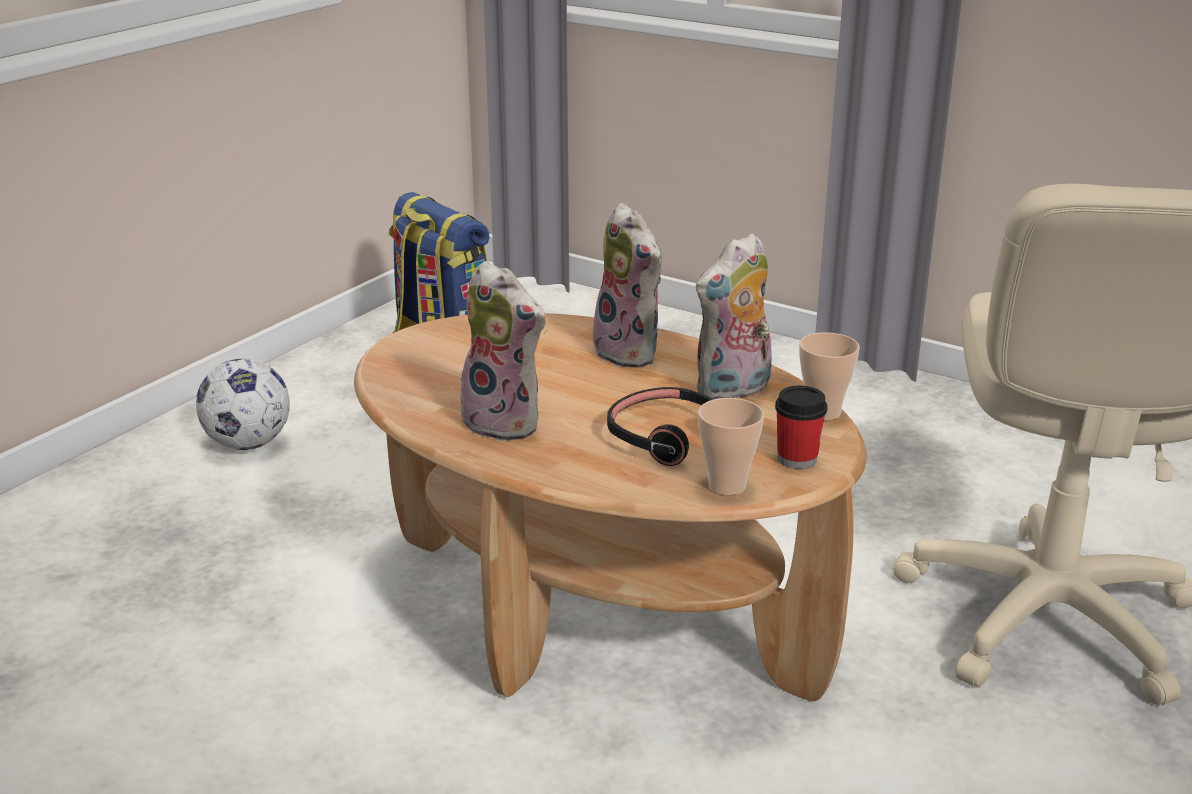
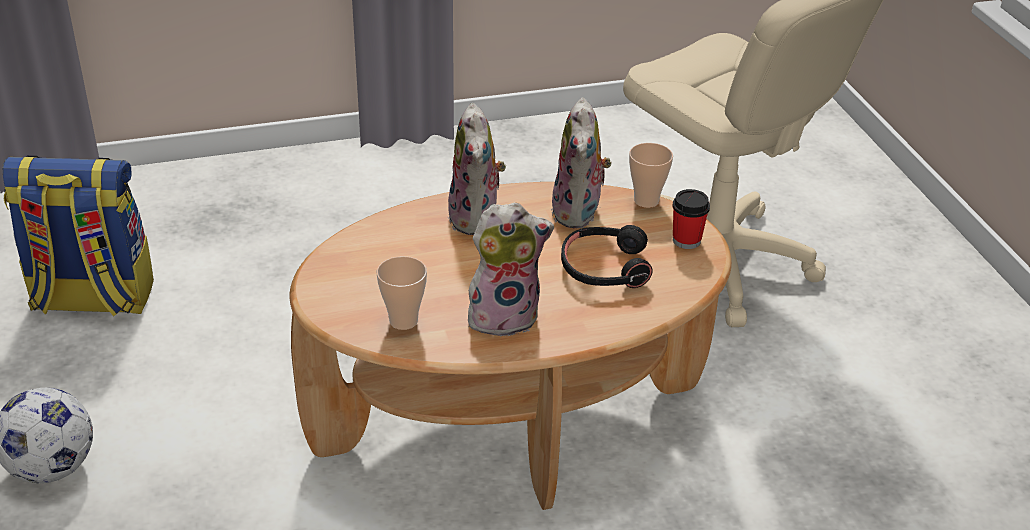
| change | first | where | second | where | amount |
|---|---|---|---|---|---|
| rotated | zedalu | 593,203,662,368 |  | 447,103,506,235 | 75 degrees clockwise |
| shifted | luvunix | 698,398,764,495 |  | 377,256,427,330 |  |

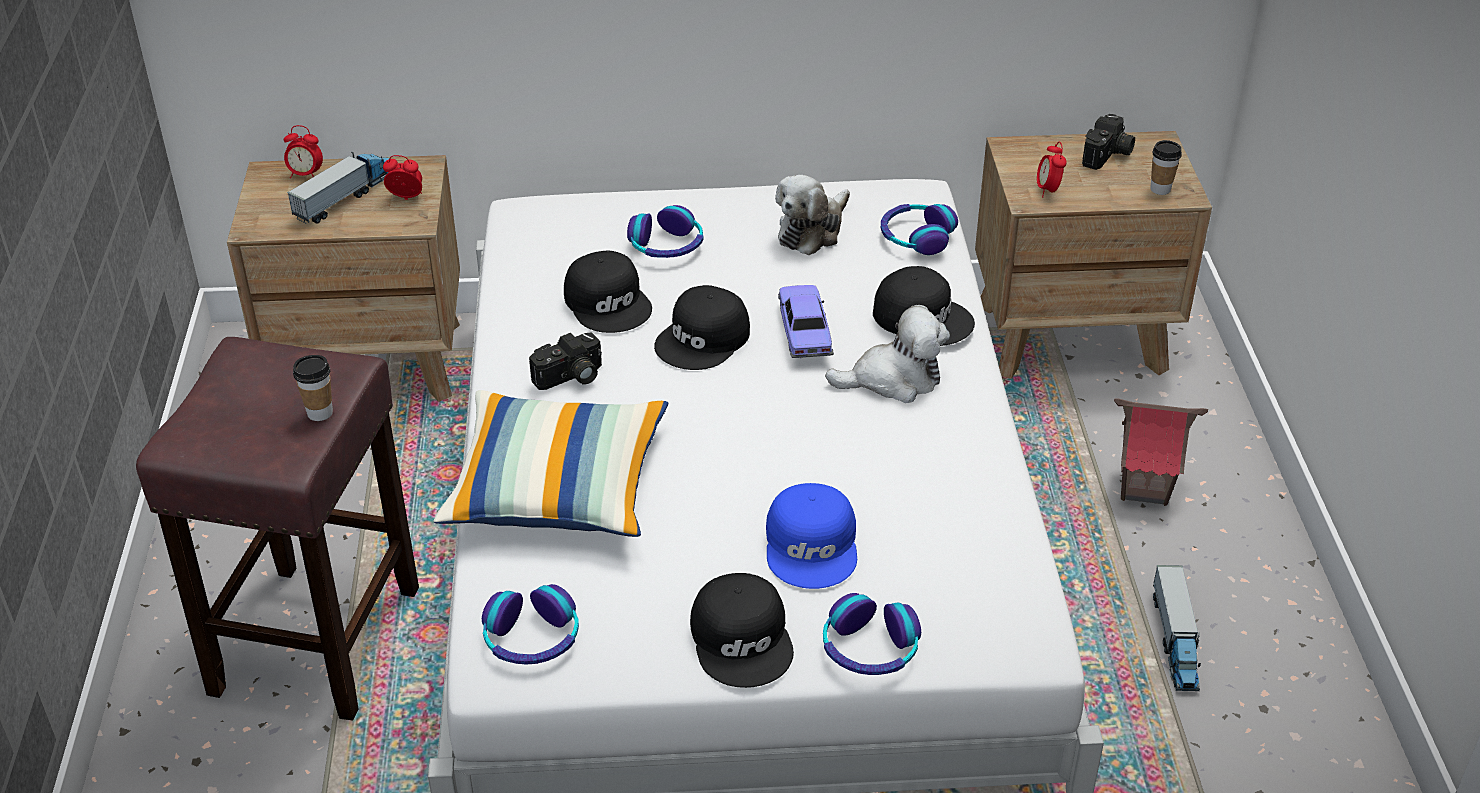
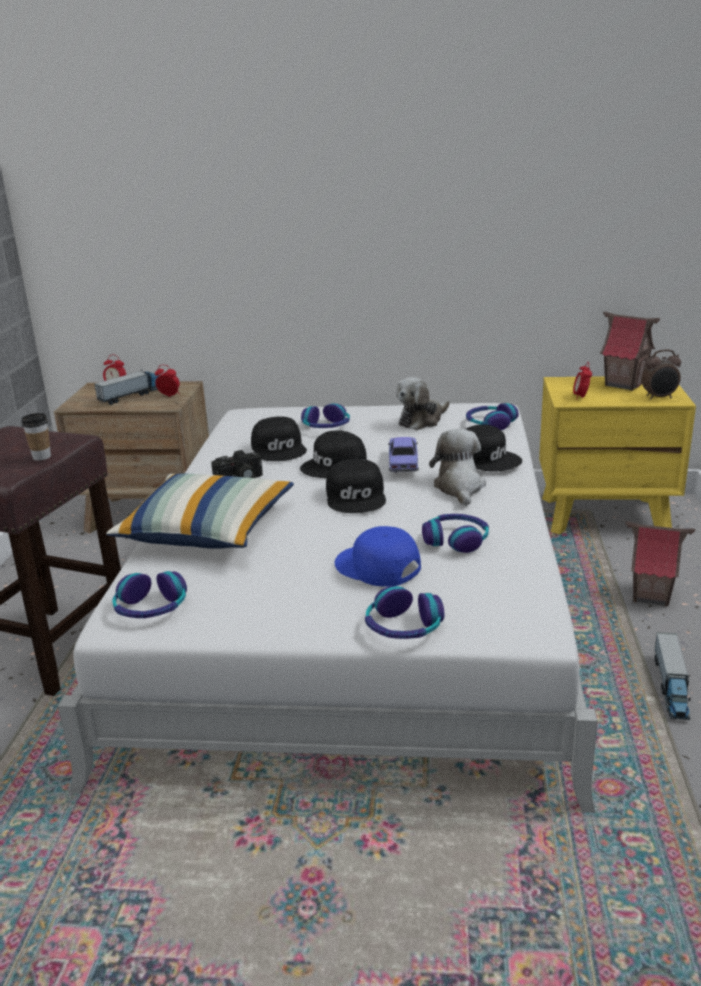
| change | first | where | second | where | amount |
|---|---|---|---|---|---|
| swapped | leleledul | 1082,114,1135,170 | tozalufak | 600,312,660,391 |  |
| repainted | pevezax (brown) | 975,131,1212,379 | pevezax (yellow) | 539,376,696,534 |  |
| swapped | luvunix | 1150,140,1182,195 | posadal | 642,349,681,400 |  |
| rotated | zedalu | 825,305,950,403 |  | 429,429,486,506 | 90 degrees counterclockwise |
| rotated | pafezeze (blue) | 766,483,857,589 |  | 335,526,421,587 | 120 degrees clockwise |
| shifted | pafezeze (black) | 690,573,794,688 |  | 326,459,386,513 |  |
| new |  |  | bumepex | 422,514,489,553 |  |

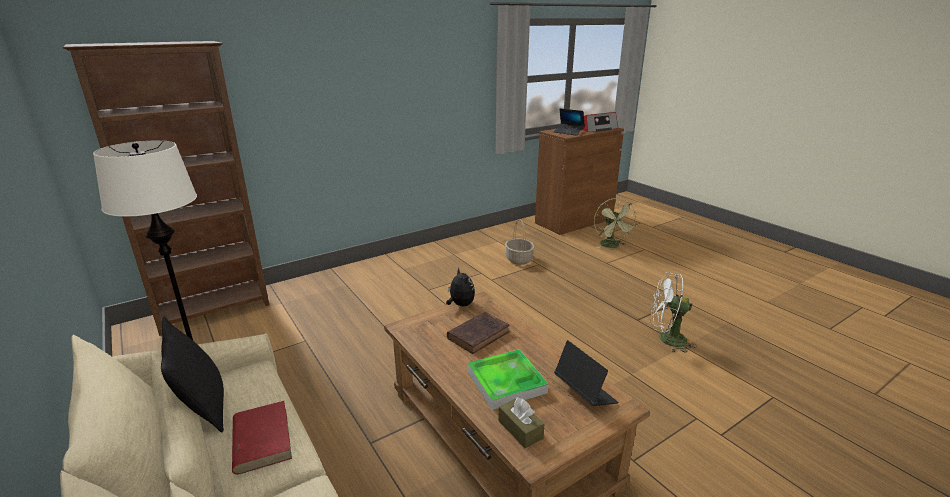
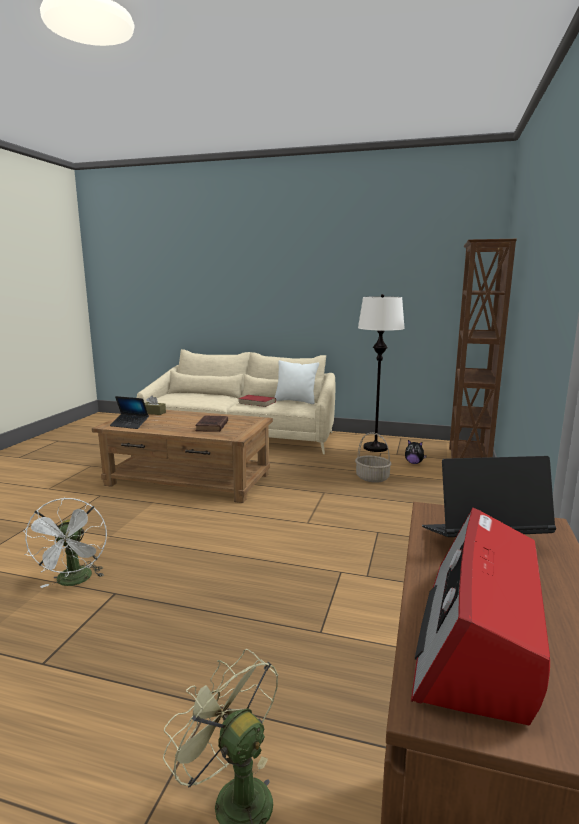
| change | first | where | second | where | amount |
|---|---|---|---|---|---|
| shifted | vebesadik | 505,219,535,265 |  | 355,432,391,483 |  |
| shifted | zedalu | 446,268,475,306 |  | 405,440,427,464 |  |
| rotated | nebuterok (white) | 650,272,697,353 |  | 23,497,107,588 | 105 degrees clockwise |
| repainted | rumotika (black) | 161,317,224,433 | rumotika (white) | 274,360,319,404 |  |
| gone | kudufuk | 467,349,548,410 |  |  |  |

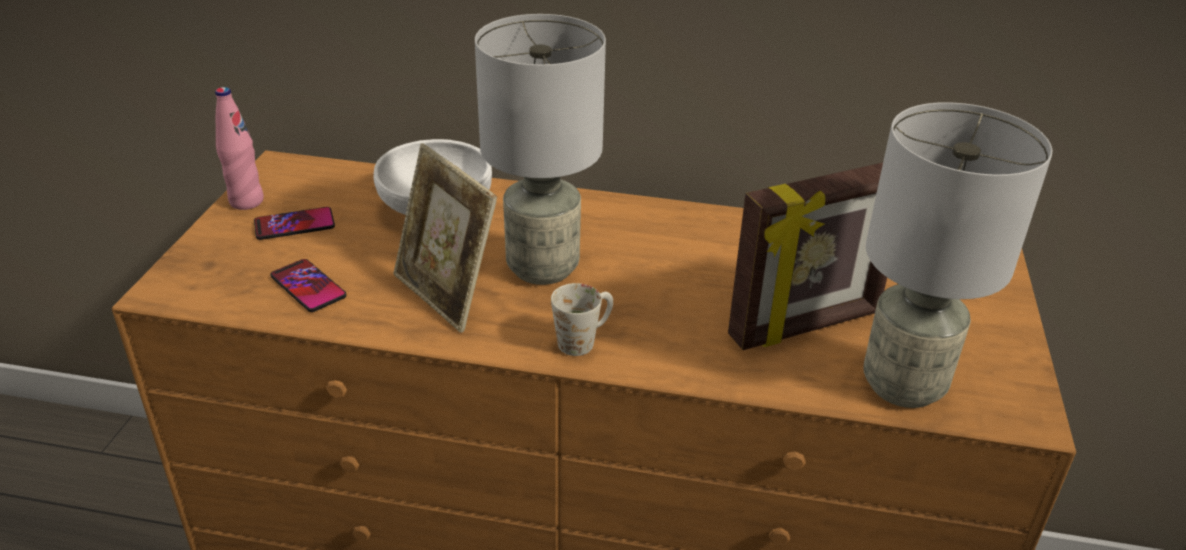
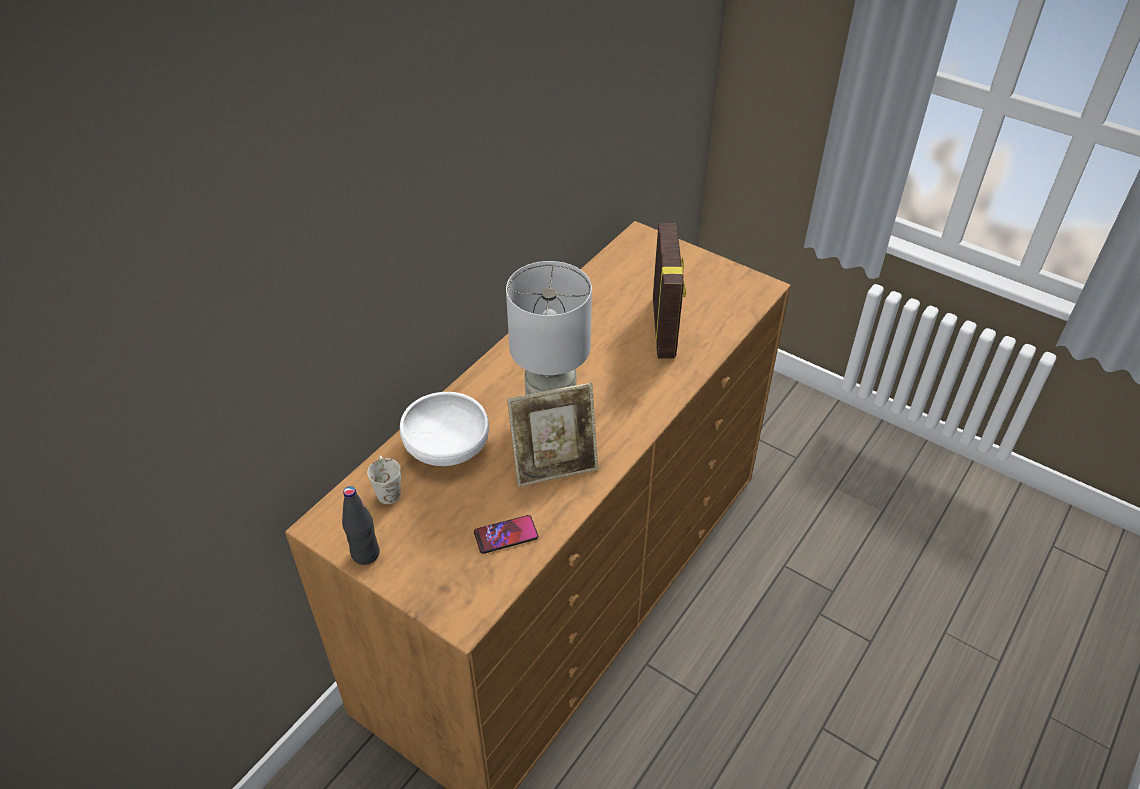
| change | first | where | second | where | amount |
|---|---|---|---|---|---|
| repainted | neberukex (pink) | 215,87,264,210 | neberukex (black) | 342,486,380,565 |  |
| gone | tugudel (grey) | 864,102,1052,408 |  |  |  |
| gone | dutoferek | 254,207,335,240 |  |  |  |
| shifted | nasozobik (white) | 551,283,613,356 |  | 367,456,401,504 |  |

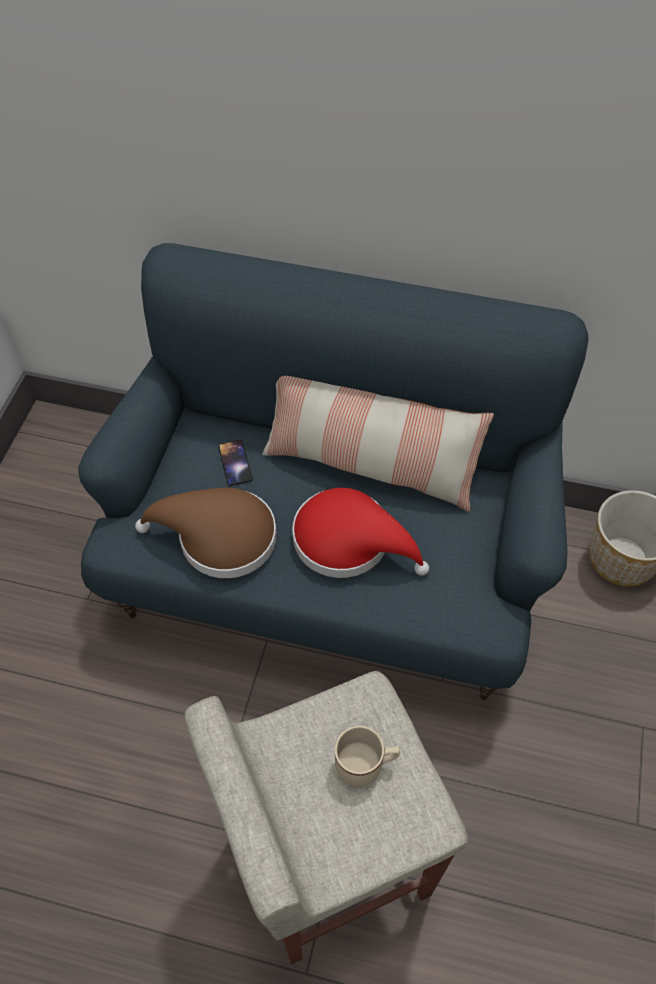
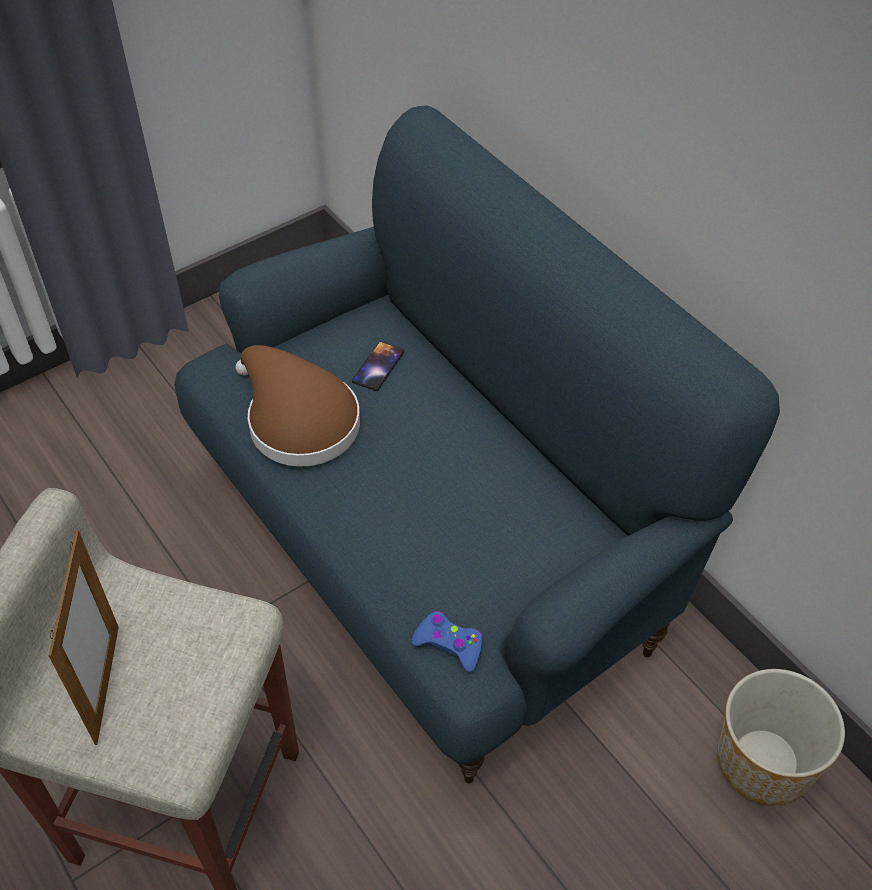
| change | first | where | second | where | amount |
|---|---|---|---|---|---|
| gone | rumotika | 262,376,494,512 |  |  |  |
| gone | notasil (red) | 293,488,429,578 |  |  |  |
| gone | nasozobik (beige) | 335,726,400,787 |  |  |  |
| new |  |  | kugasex | 49,530,119,745 |  |
| new |  |  | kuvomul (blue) | 412,611,483,672 |  |

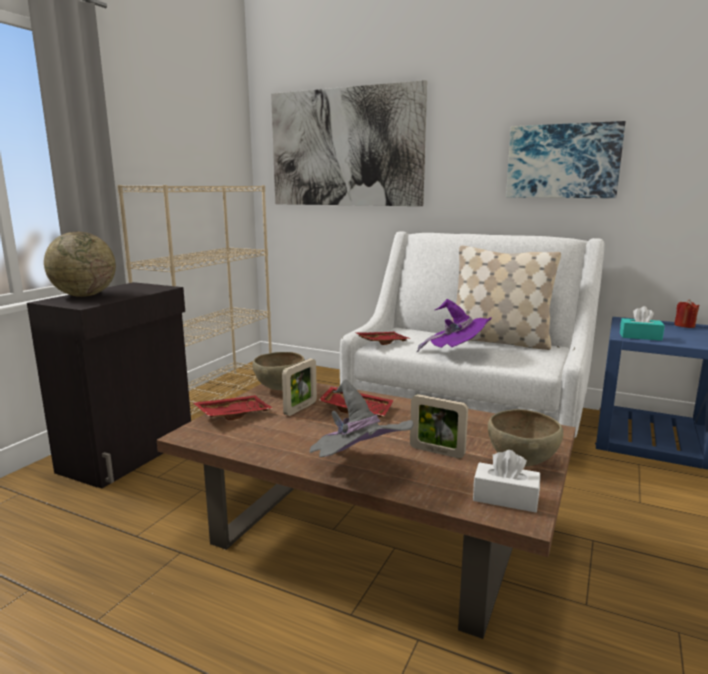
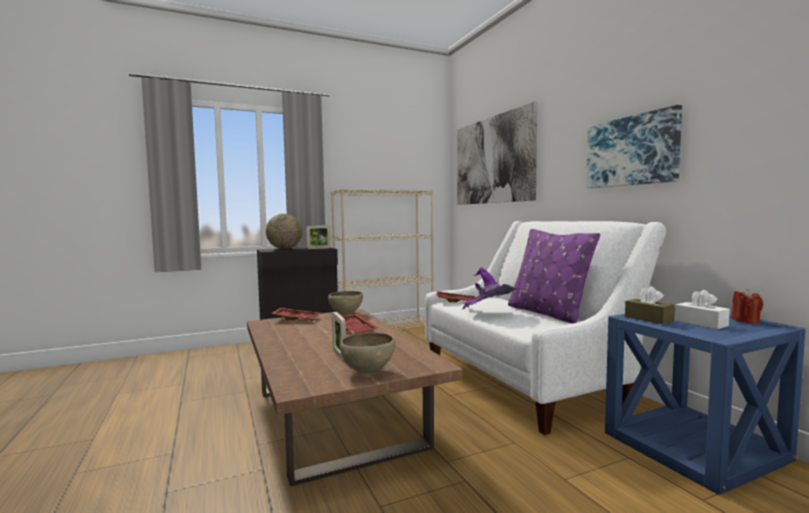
| change | first | where | second | where | amount |
|---|---|---|---|---|---|
| repainted | rumotika (beige) | 451,246,561,350 | rumotika (purple) | 508,229,600,323 |  |
| repainted | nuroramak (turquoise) | 620,306,665,341 | nuroramak (brown) | 625,286,675,324 |  |
| shifted | kugasex | 282,358,317,416 |  | 306,225,331,249 |  |
| gone | notasil (grey) | 309,380,413,457 |  |  |  |
| shifted | nuroramak (white) | 473,450,540,513 |  | 675,290,730,329 |  |

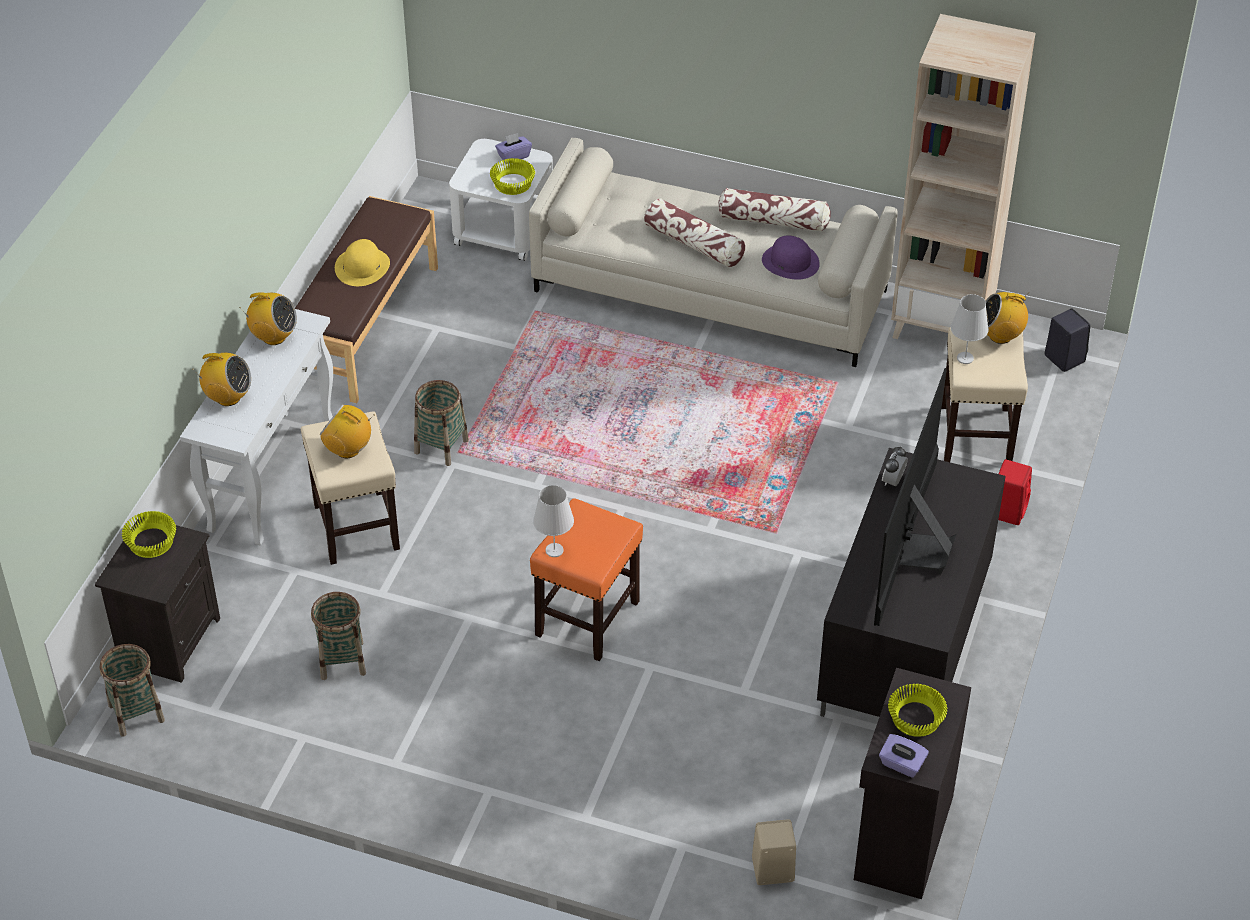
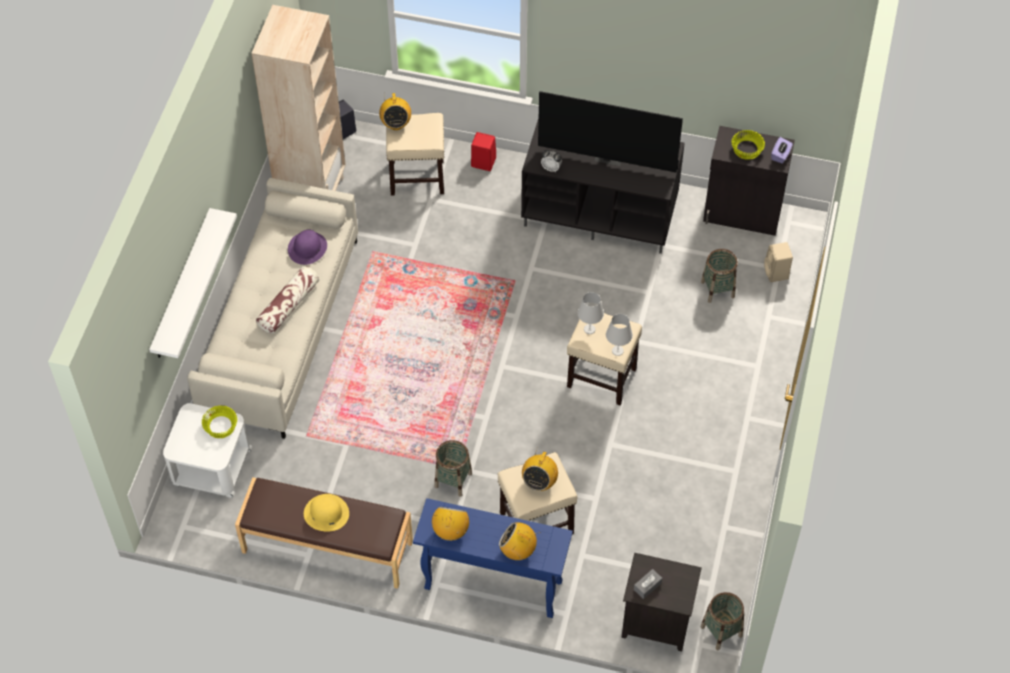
| change | first | where | second | where | amount |
|---|---|---|---|---|---|
| gone | nuroramak (purple) | 495,133,532,164 |  |  |  |
| gone | rumotika | 718,188,830,232 |  |  |  |
| shifted | tugudel (white) | 951,294,989,364 |  | 578,292,604,334 |  |
| repainted | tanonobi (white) | 180,309,333,545 | tanonobi (blue) | 413,498,573,618 |  |
| rotated | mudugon | 192,353,251,406 |  | 499,522,541,560 | 75 degrees counterclockwise |
| repainted | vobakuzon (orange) | 530,498,643,661 | vobakuzon (beige) | 567,313,642,405 |  |
| swapped | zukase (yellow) | 122,511,176,558 | nuroramak (grey) | 634,569,662,599 |  |
| shifted | vebesadik | 311,592,366,680 |  | 701,249,738,303 |  |
| new |  |  | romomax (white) | 149,208,237,358 |  |

